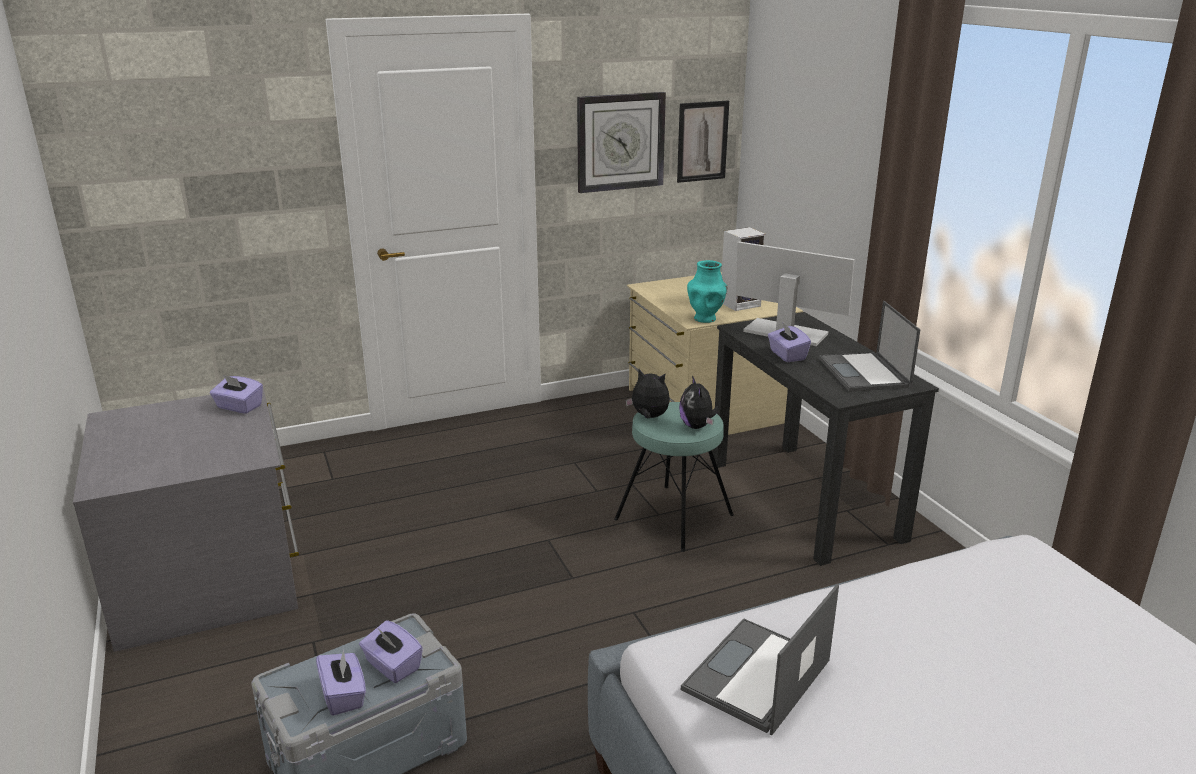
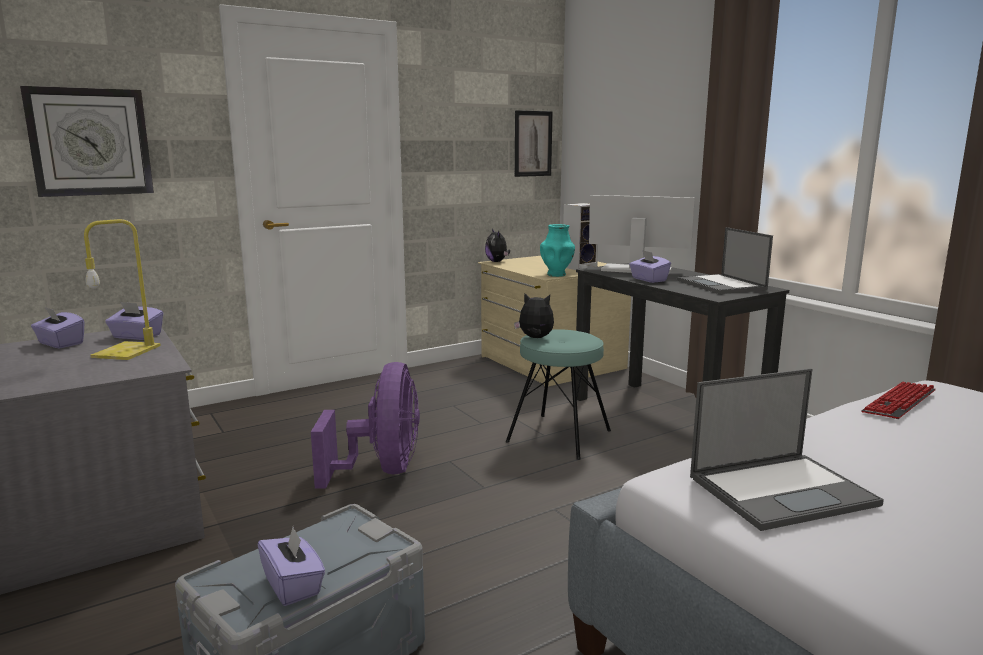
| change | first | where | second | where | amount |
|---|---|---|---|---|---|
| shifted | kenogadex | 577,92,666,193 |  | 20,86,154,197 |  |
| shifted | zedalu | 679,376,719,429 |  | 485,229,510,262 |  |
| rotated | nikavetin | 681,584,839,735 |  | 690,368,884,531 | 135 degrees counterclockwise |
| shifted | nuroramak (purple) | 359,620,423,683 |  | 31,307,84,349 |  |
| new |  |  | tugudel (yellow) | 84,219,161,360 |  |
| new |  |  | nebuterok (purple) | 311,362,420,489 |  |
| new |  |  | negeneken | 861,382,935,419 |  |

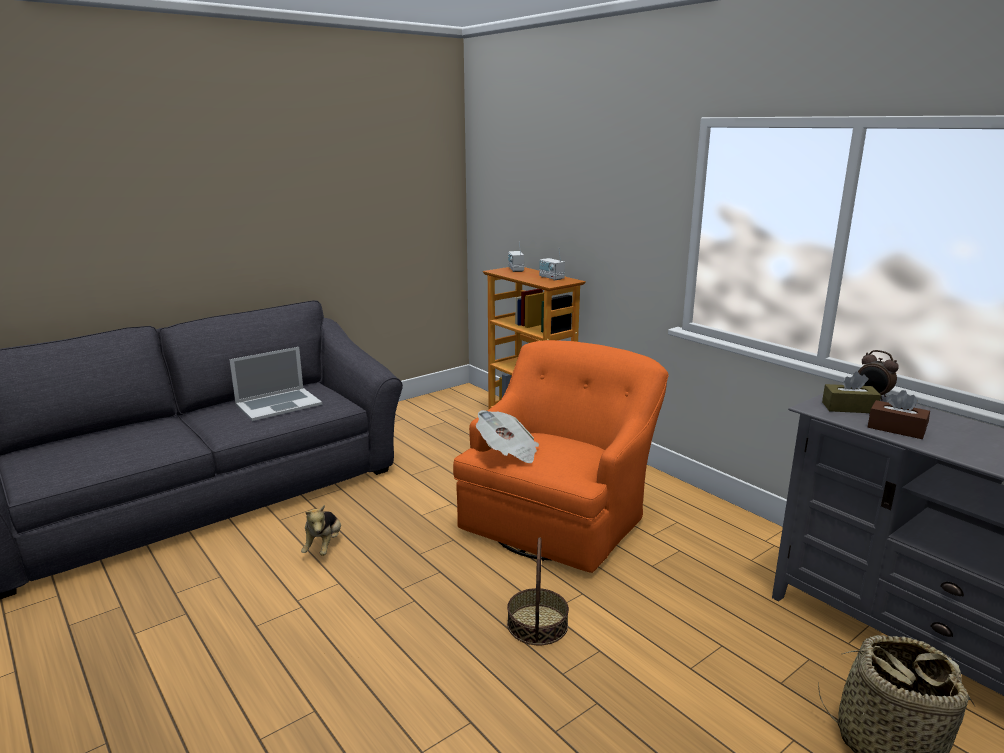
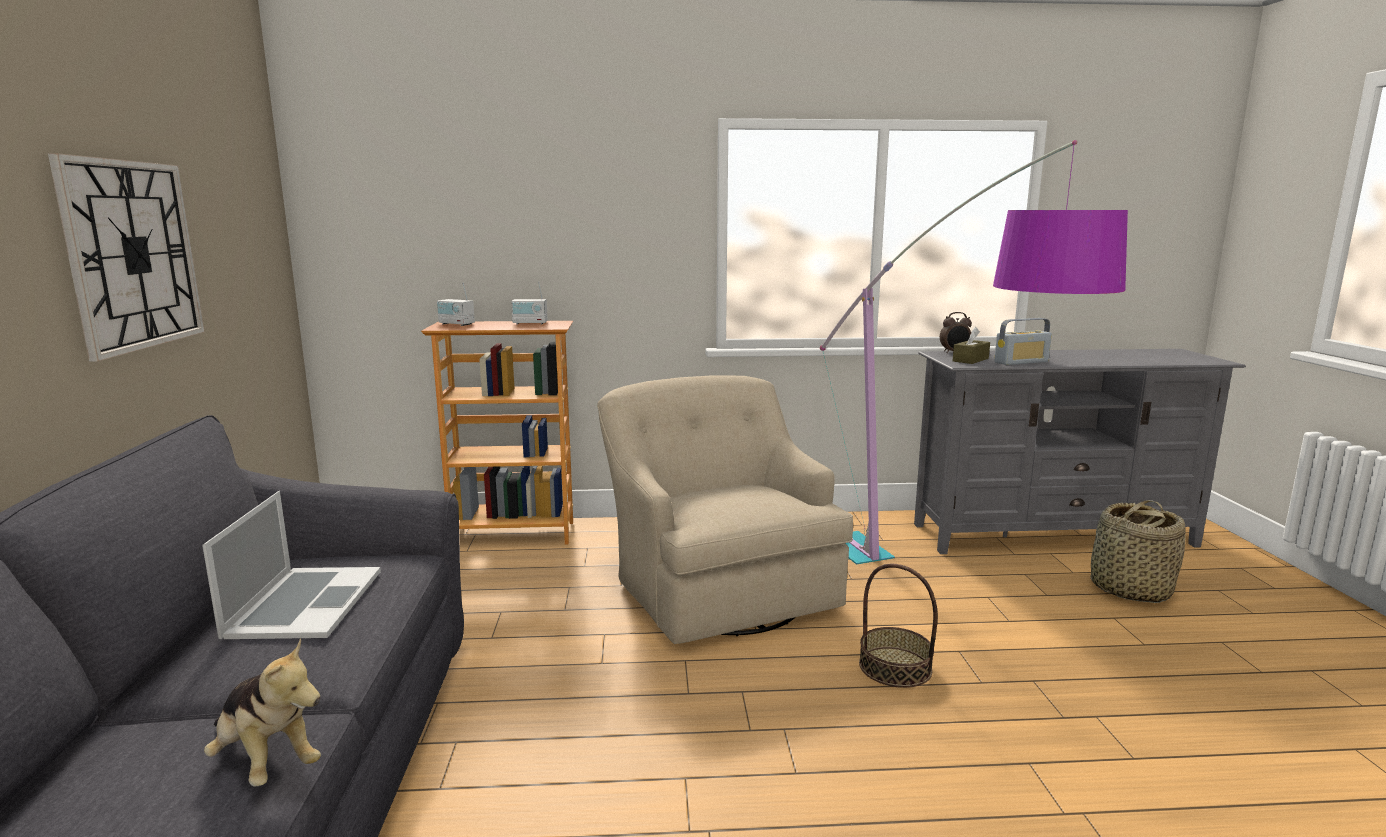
| change | first | where | second | where | amount |
|---|---|---|---|---|---|
| repainted | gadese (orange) | 453,340,669,573 | gadese (beige) | 597,375,853,644 |  |
| swapped | nuroramak (brown) | 868,390,930,439 | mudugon | 994,318,1052,365 |  |
| gone | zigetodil | 476,410,539,463 |  |  |  |
| shifted | zedalu | 301,505,341,556 |  | 204,638,321,786 |  |
| new |  |  | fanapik | 820,140,1128,565 |  |
| new |  |  | kenogadex | 48,153,205,361 |  |

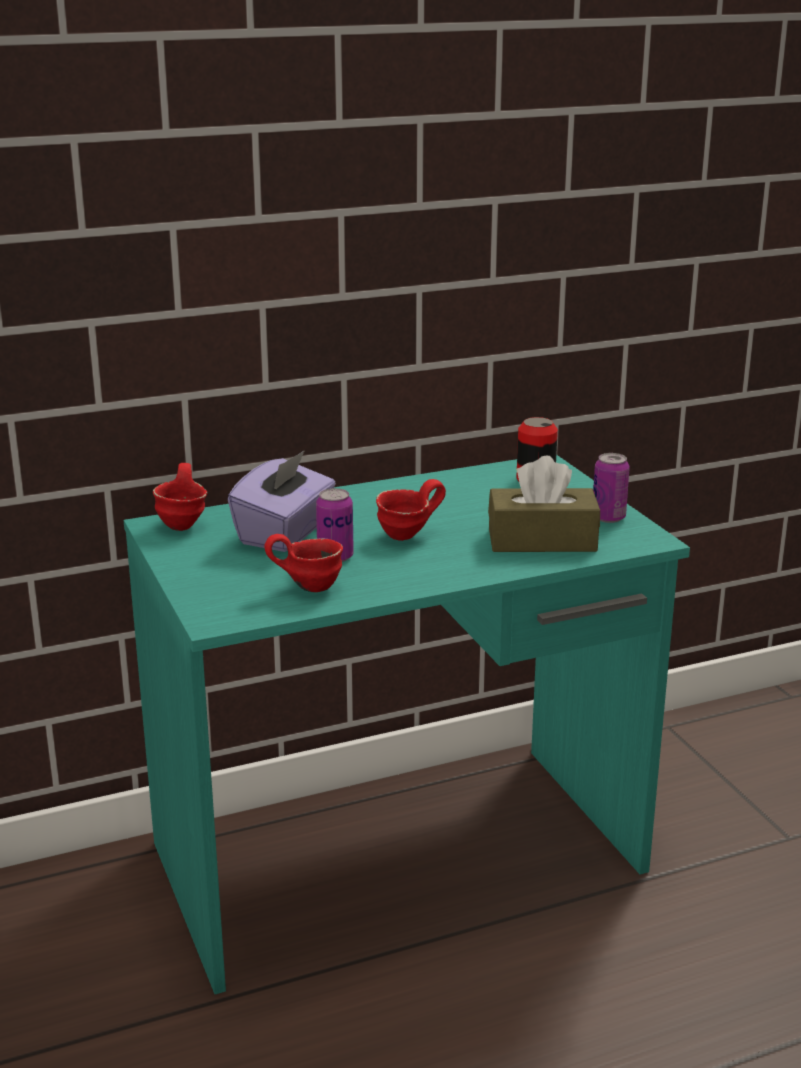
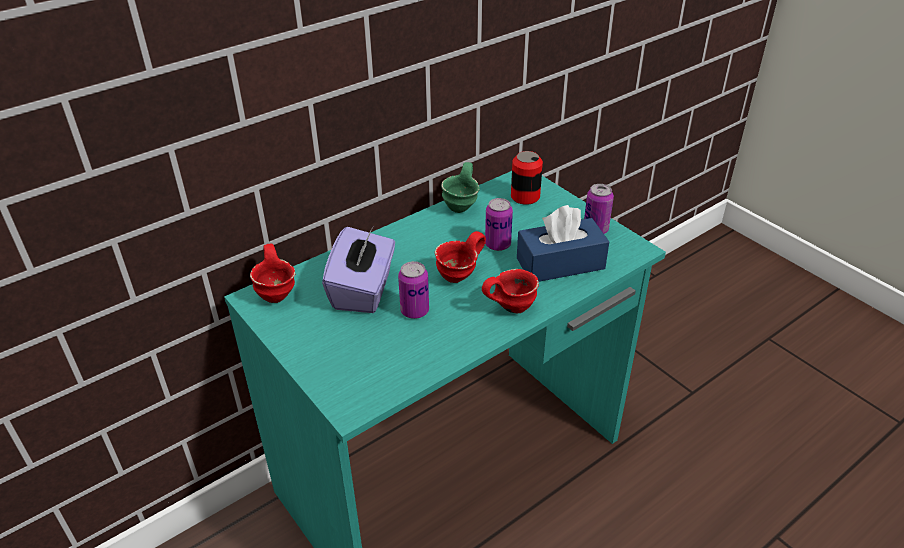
| change | first | where | second | where | amount |
|---|---|---|---|---|---|
| repainted | nuroramak (brown) | 488,456,600,552 | nuroramak (blue) | 517,205,609,282 |  |
| shifted | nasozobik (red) | 264,534,343,592 |  | 482,269,539,314 |  |
| new |  |  | nasozobik (green) | 441,162,480,213 |  |
| new |  |  | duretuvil | 485,198,513,251 |  |

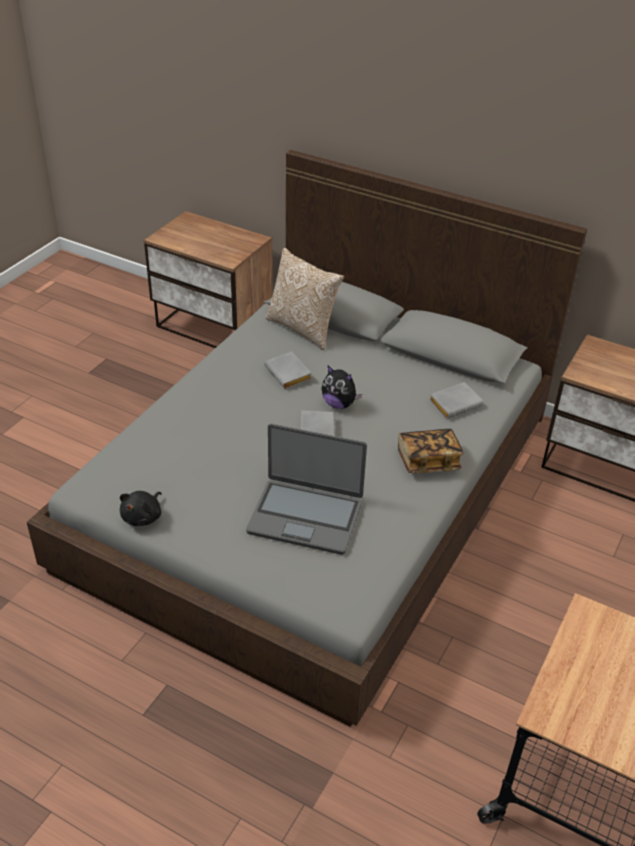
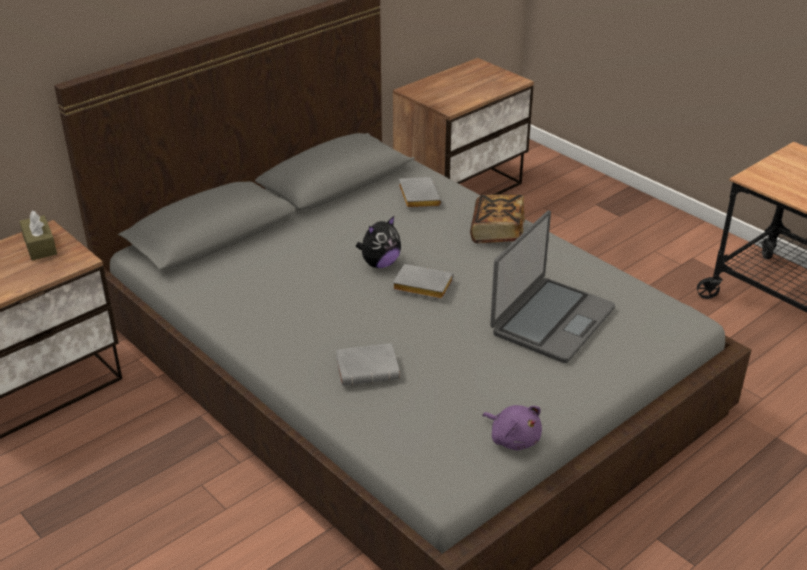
| change | first | where | second | where | amount |
|---|---|---|---|---|---|
| gone | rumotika | 265,248,344,350 |  |  |  |
| shifted | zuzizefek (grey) | 264,351,312,389 |  | 336,343,400,386 |  |
| repainted | zedalu (black) | 120,491,162,526 | zedalu (purple) | 482,405,542,450 |  |
| new |  |  | nuroramak (brown) | 19,211,57,260 |  |

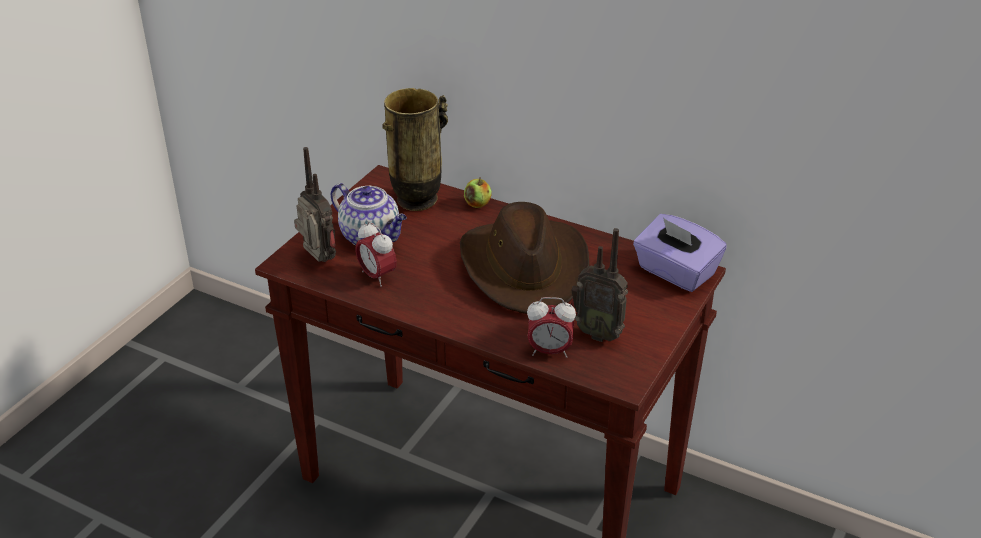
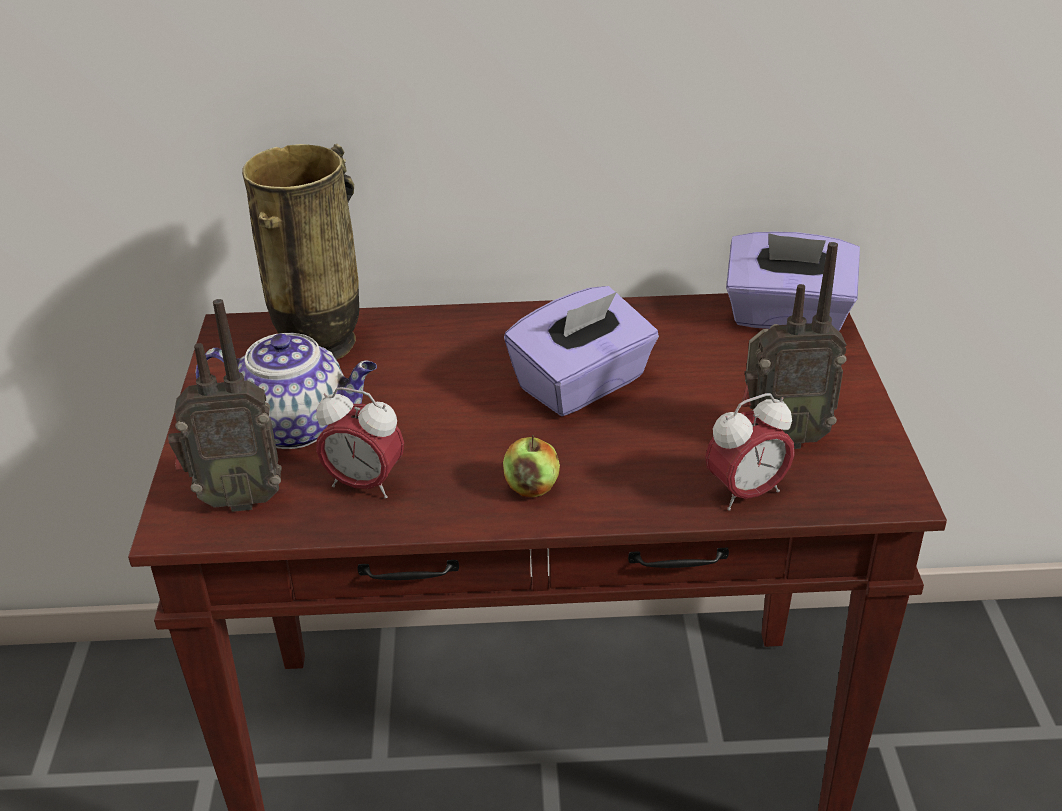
| change | first | where | second | where | amount |
|---|---|---|---|---|---|
| rotated | mudugon | 294,147,336,262 |  | 168,299,282,512 | 150 degrees clockwise |
| shifted | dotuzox | 464,178,492,208 |  | 503,435,560,497 |  |
| swapped | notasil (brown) | 460,202,589,314 | nuroramak (purple) | 504,286,659,416 |  |

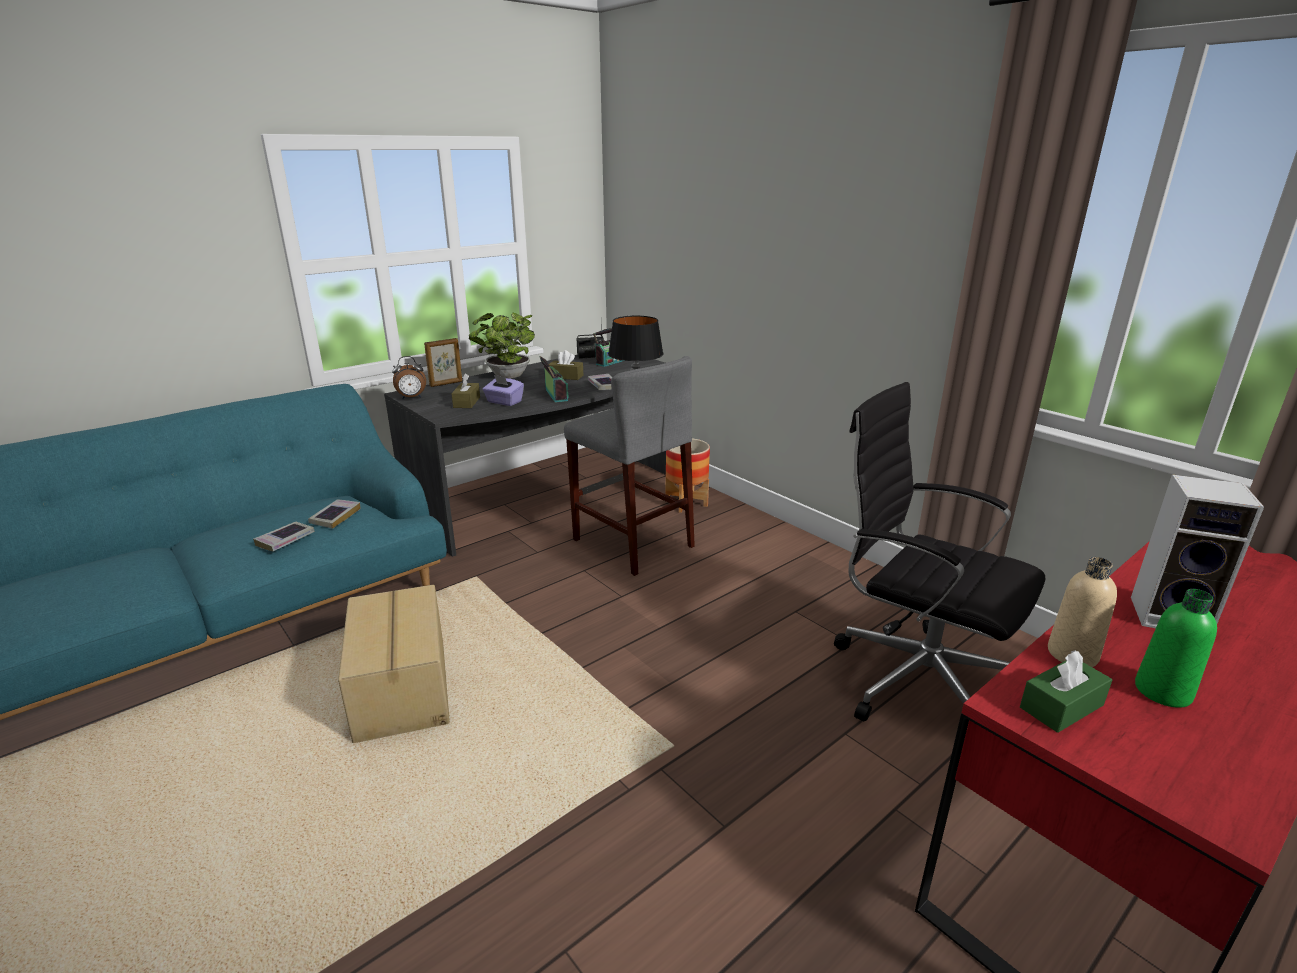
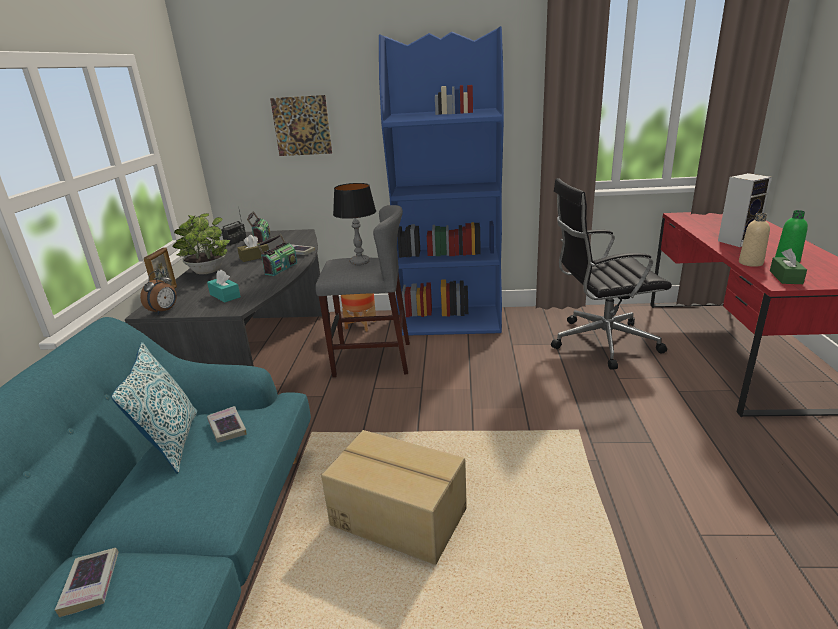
| change | first | where | second | where | amount |
|---|---|---|---|---|---|
| rotated | mudugon | 540,356,569,402 |  | 257,234,297,276 | 90 degrees clockwise |
| repainted | nuroramak (brown) | 451,374,480,408 | nuroramak (turquoise) | 207,269,241,302 |  |
| gone | nuroramak (purple) | 483,375,524,406 |  |  |  |
| shifted | zuzizefek | 253,522,315,551 |  | 55,548,119,617 |  |
| new |  |  | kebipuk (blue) | 379,26,504,336 |  |
| new |  |  | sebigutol | 270,95,332,156 |  |
| new |  |  | rumotika | 111,342,197,474 |  |

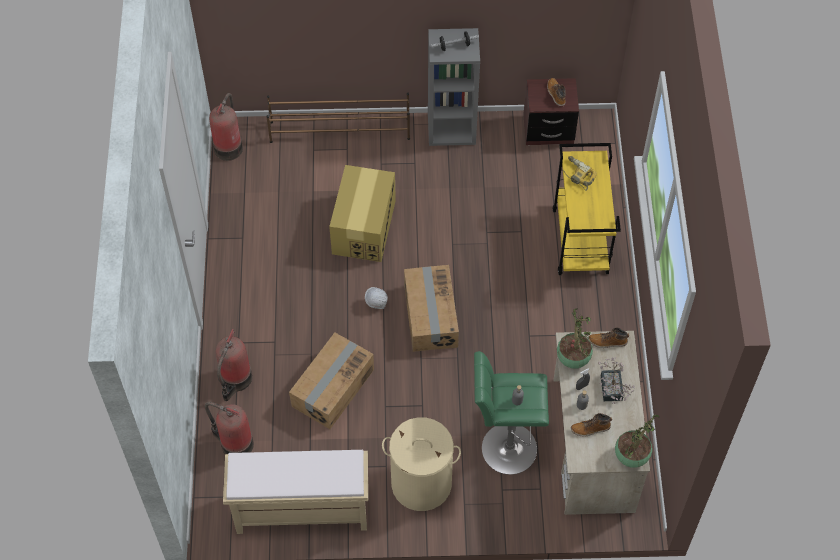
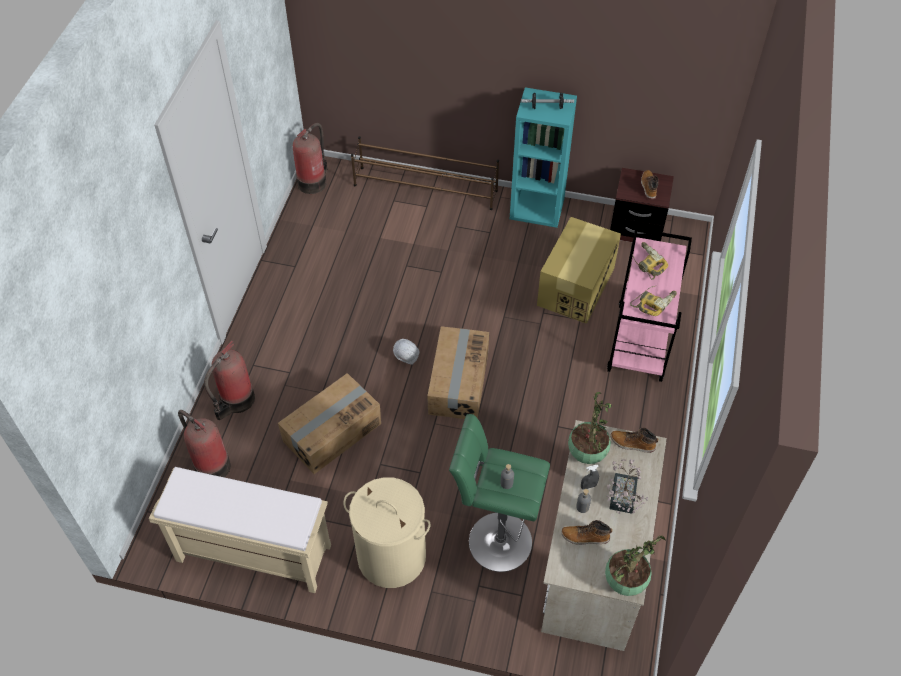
| change | first | where | second | where | amount |
|---|---|---|---|---|---|
| repainted | kebipuk (grey) | 428,28,480,146 | kebipuk (turquoise) | 510,87,577,228 |  |
| repainted | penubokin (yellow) | 552,143,621,275 | penubokin (pink) | 607,228,692,382 |  |
| shifted | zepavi | 329,165,396,262 |  | 537,217,621,324 |  |
| new |  |  | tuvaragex | 630,286,677,316 |  |

